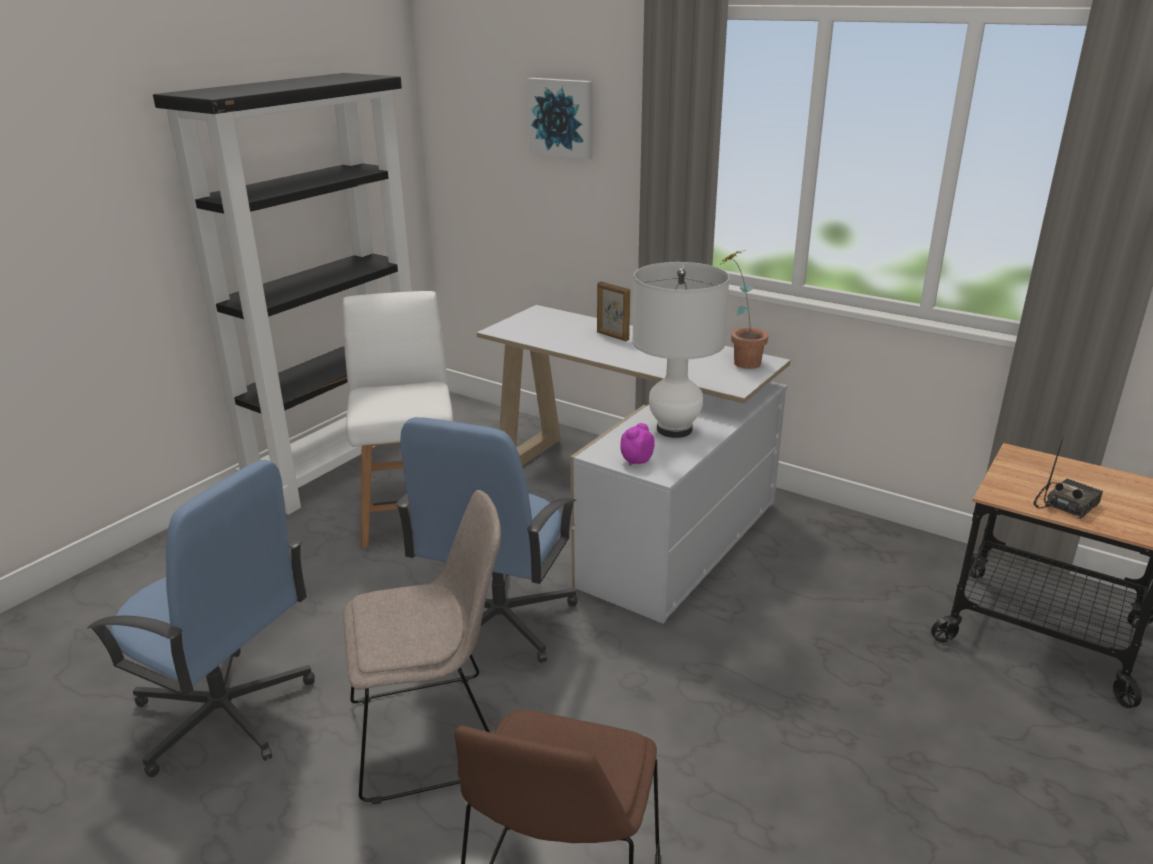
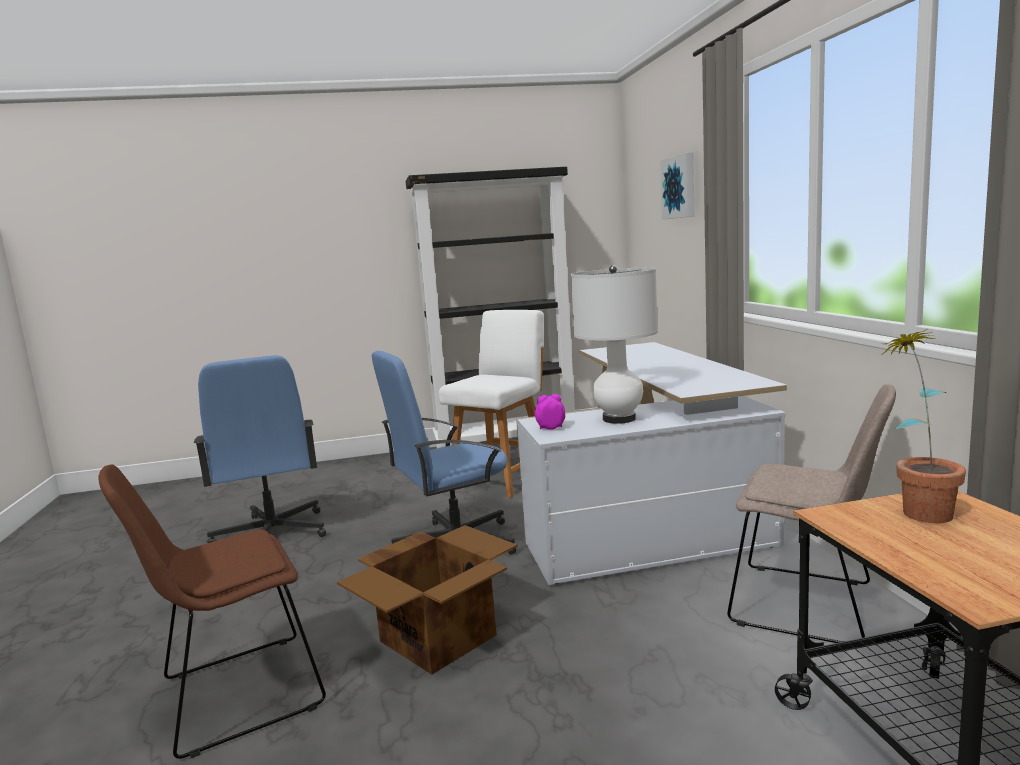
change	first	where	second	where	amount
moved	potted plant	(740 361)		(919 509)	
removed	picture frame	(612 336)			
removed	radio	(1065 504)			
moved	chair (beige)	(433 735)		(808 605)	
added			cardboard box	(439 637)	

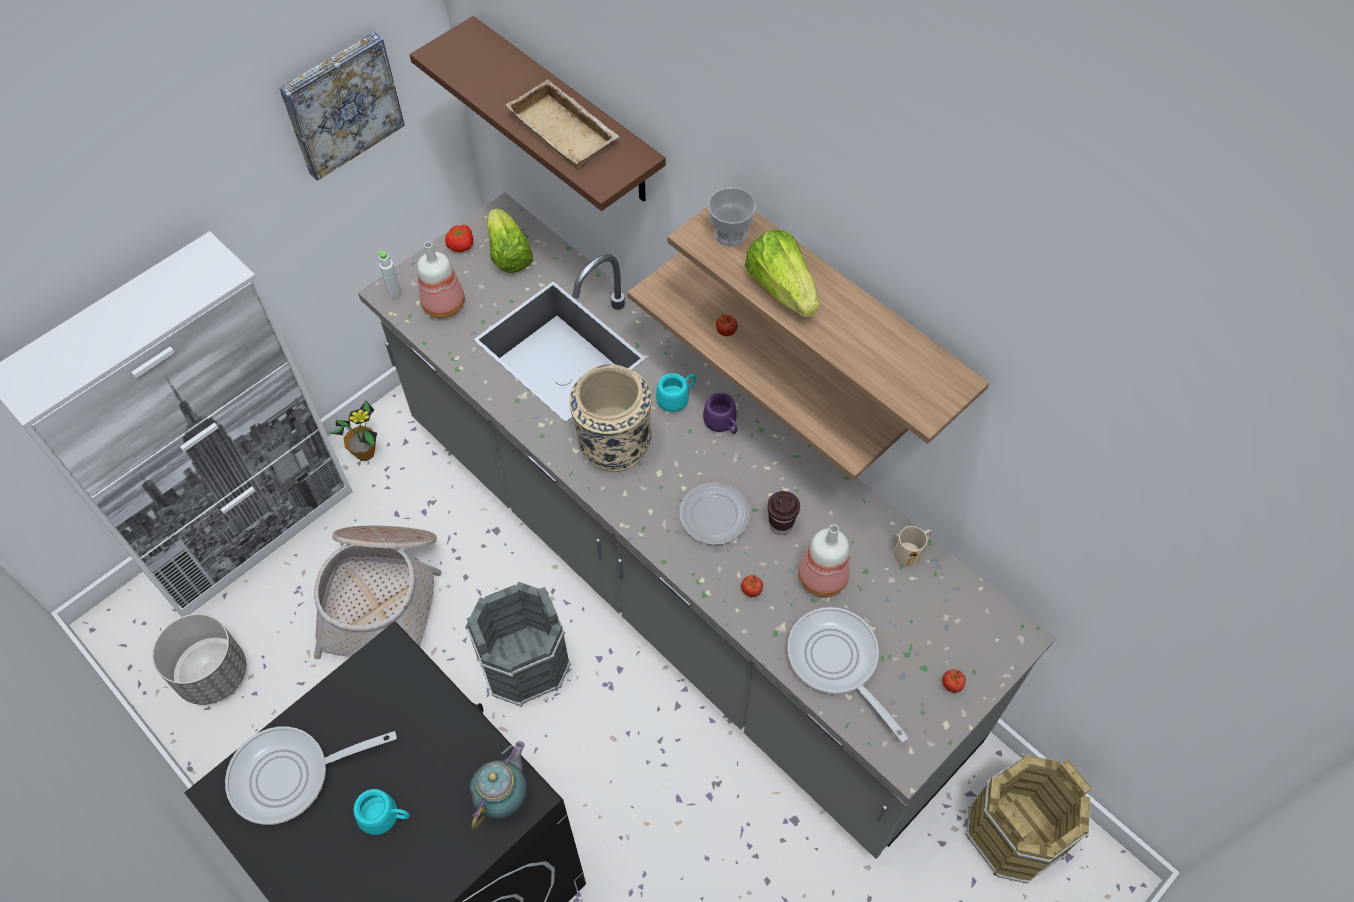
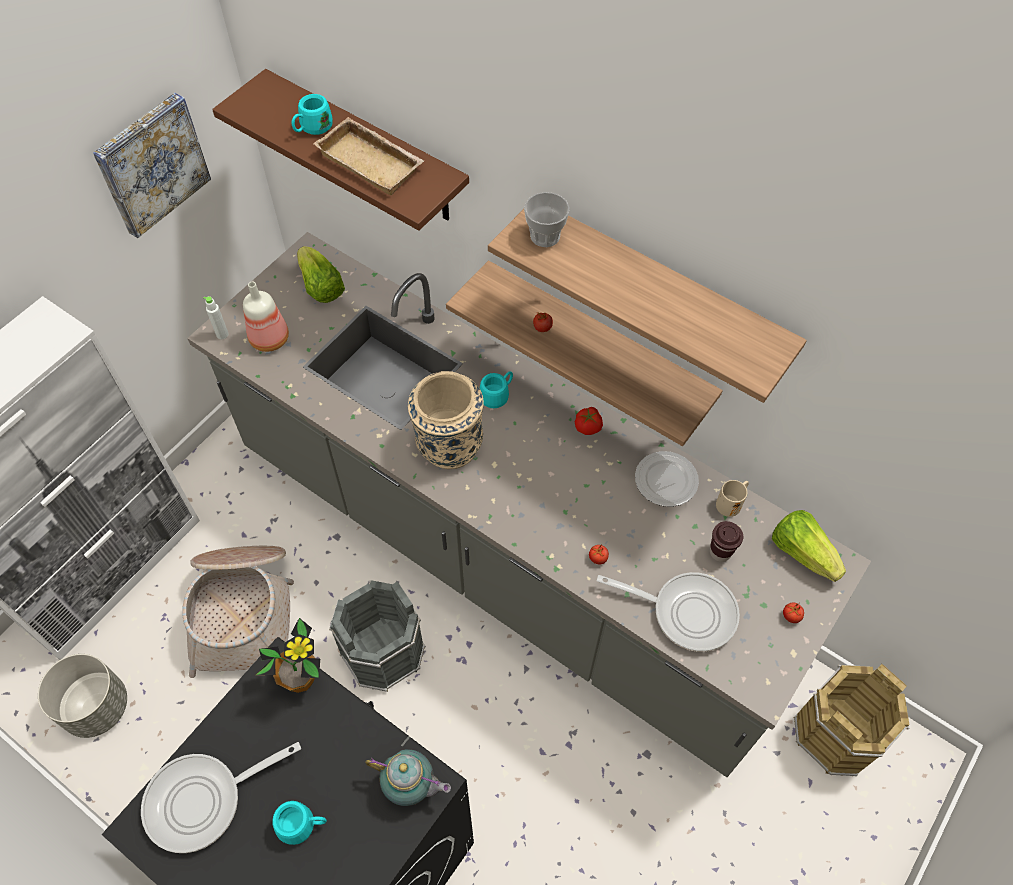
change	first	where	second	where	amount
moved	tomato	(461 245)		(588 426)	
moved	lettuce	(781 289)		(802 553)	
removed	mug (purple)	(723 424)			
moved	potted plant	(365 453)		(300 680)	
moved	plate	(713 516)		(665 481)	
moved	cup (brown)	(780 525)		(720 552)	
removed	bottle	(822 579)			
turned	frying pan	(837 662)		(686 612)	150 degrees clockwise
turned	teapot	(504 796)		(411 786)	90 degrees clockwise
added			mug (turquoise)	(312 129)	

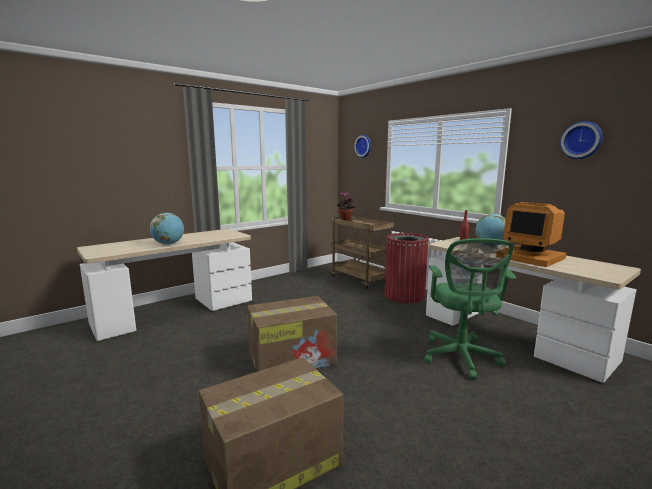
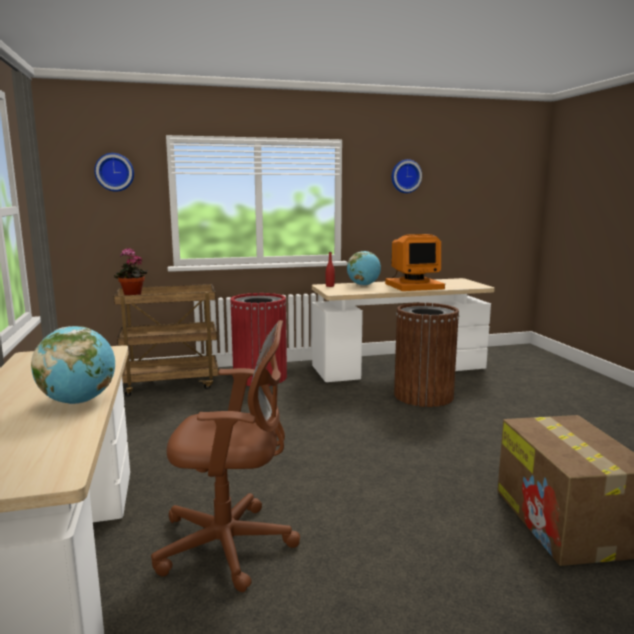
change	first	where	second	where	amount
replaced	office chair (green)	(461 358)	trash can (brown)	(423 396)	
removed	cardboard box	(293 358)			
added			office chair (brown)	(231 545)	

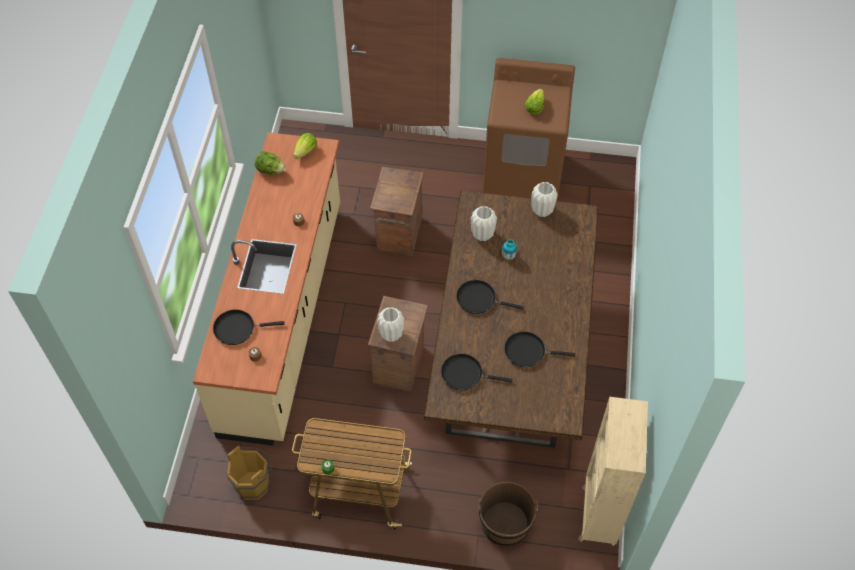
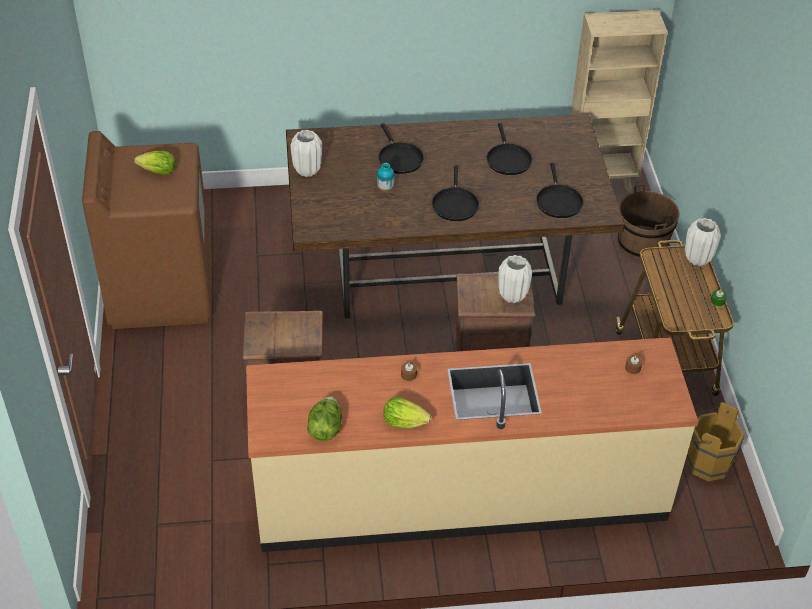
change	first	where	second	where	amount
moved	lettuce	(306 151)		(404 422)	
moved	vase (white)	(483 235)		(697 259)	
moved	frying pan (black)	(237 328)		(399 158)	

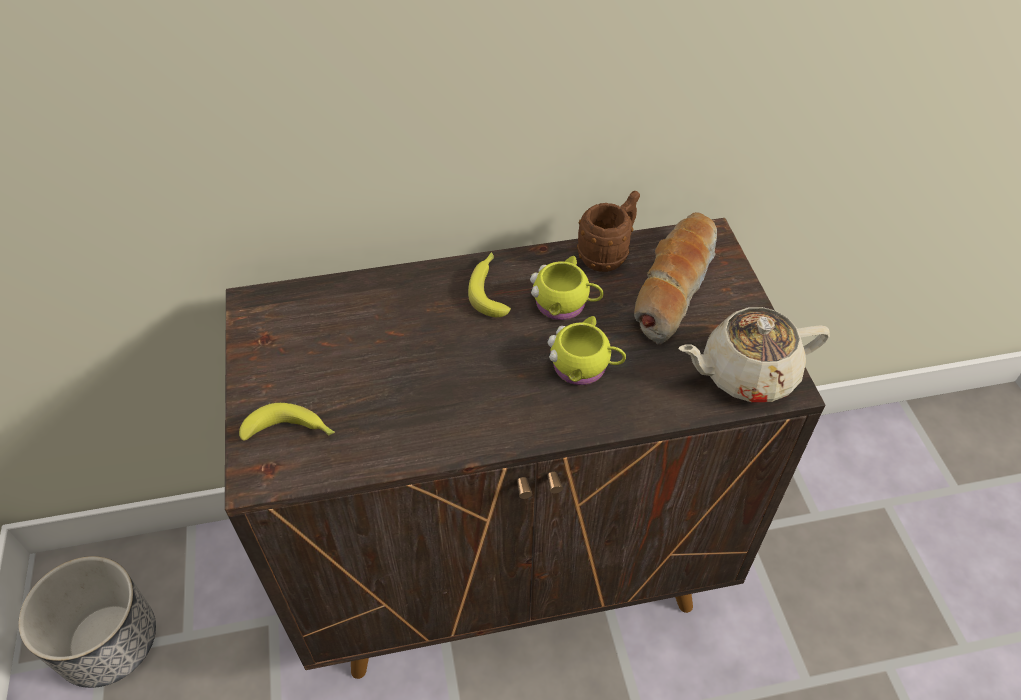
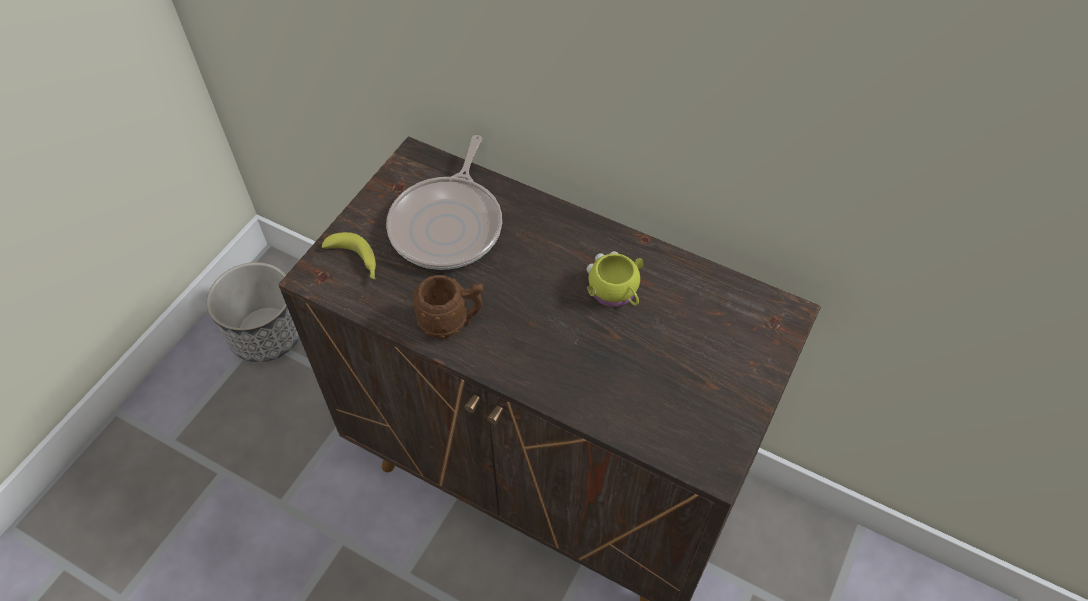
change	first	where	second	where	amount
moved	mug (brown)	(608 254)		(452 322)	
removed	bread	(673 286)			
removed	banana	(490 289)			
removed	teapot (beige)	(746 374)			
removed	mug (yellow)	(584 367)			
added			frying pan	(449 225)	

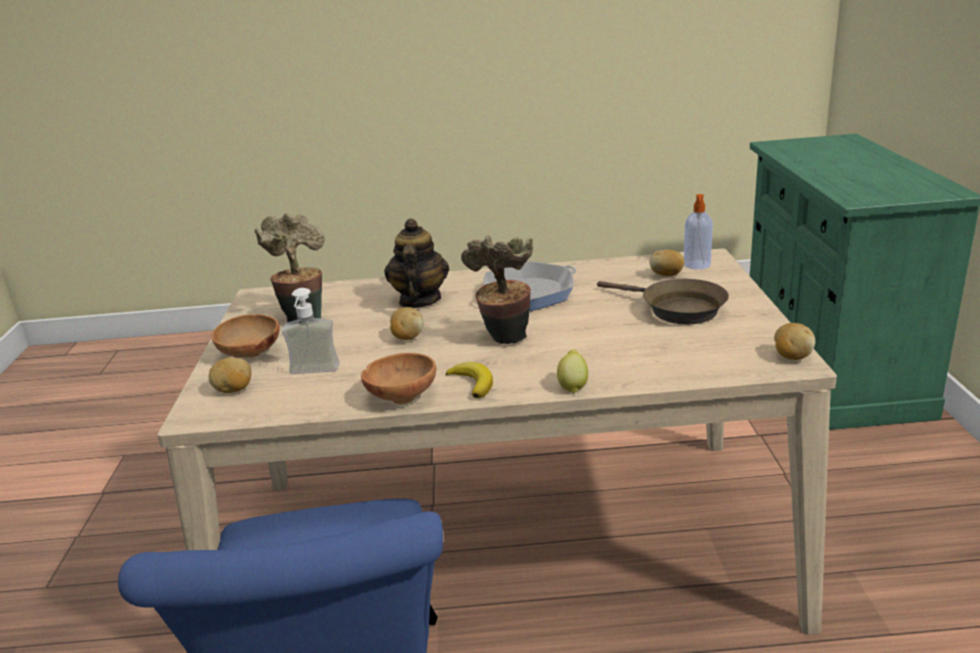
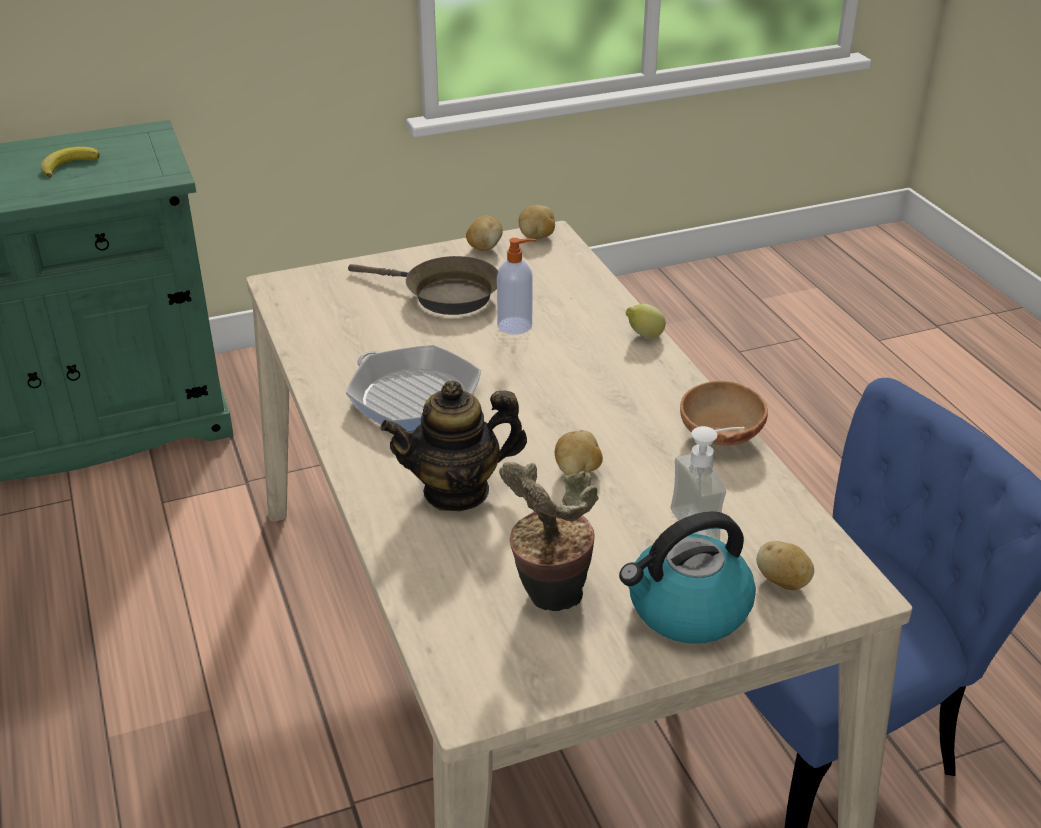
change	first	where	second	where	amount
moved	soap dispenser	(697 265)		(516 325)	
removed	potted plant	(505 340)			
moved	potato	(666 275)		(484 247)	
turned	frying pan (brown)	(676 309)		(444 295)	90 degrees clockwise
replaced	bowl (brown)	(249 355)	kettle	(687 609)	
moved	banana	(473 383)		(68 165)	

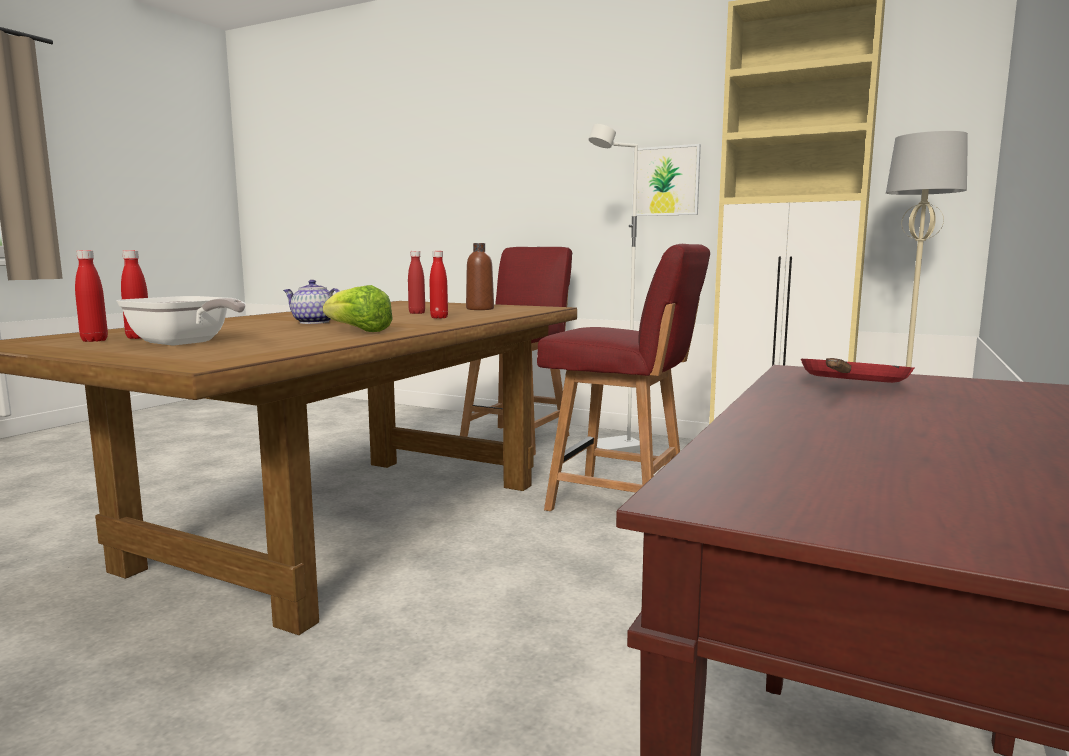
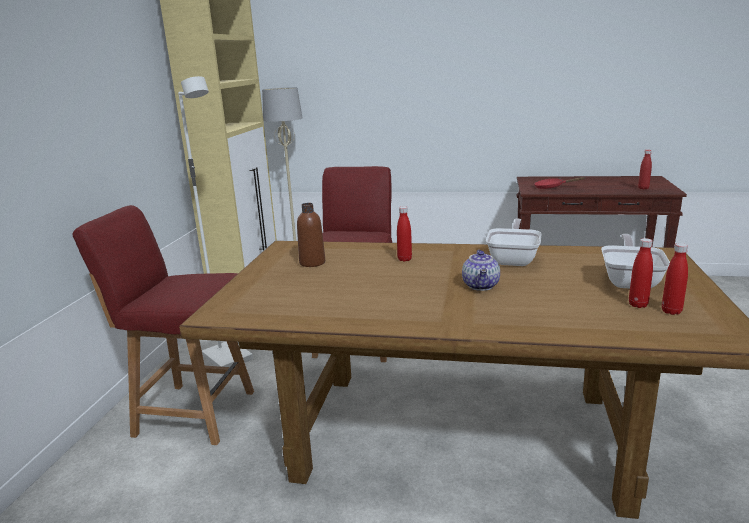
change	first	where	second	where	amount
removed	picture	(666 181)			
moved	bottle (red)	(417 313)		(643 188)	
replaced	lettuce	(358 331)	frying pan	(513 259)	

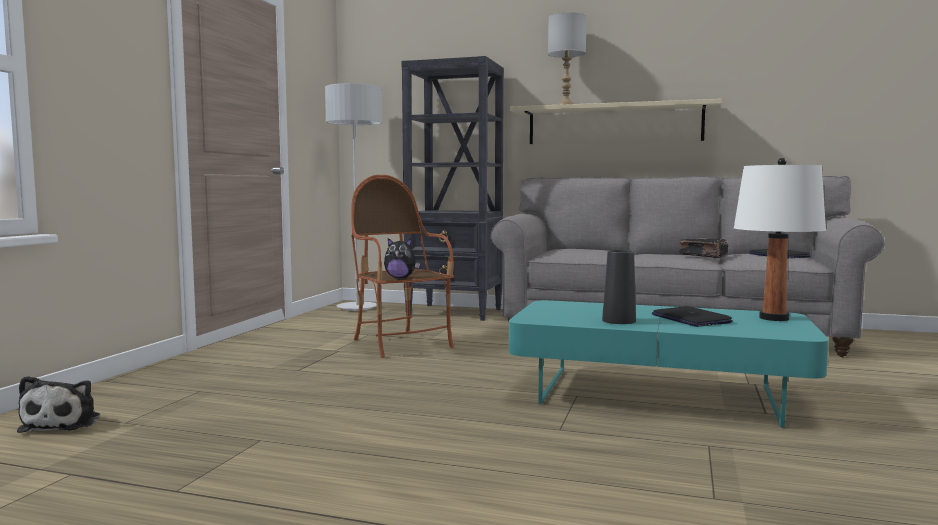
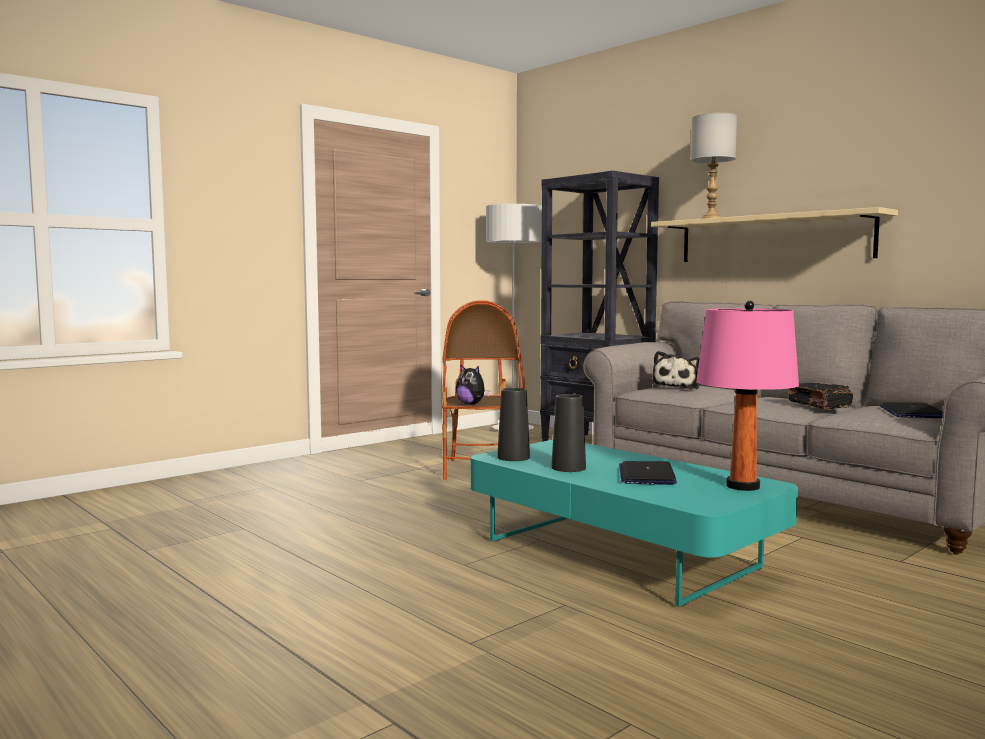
change	first	where	second	where	amount
recoloured	table lamp (white)	(773 318)	table lamp (pink)	(742 486)	
moved	plush toy	(63 423)		(677 387)	
added			vase (black)	(513 457)	

